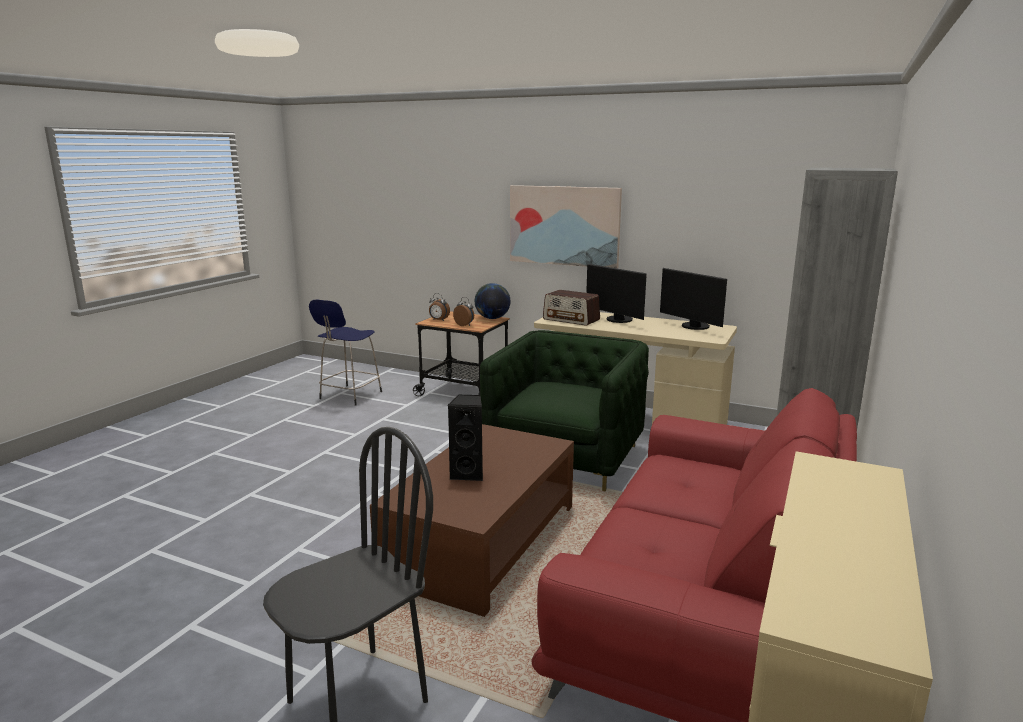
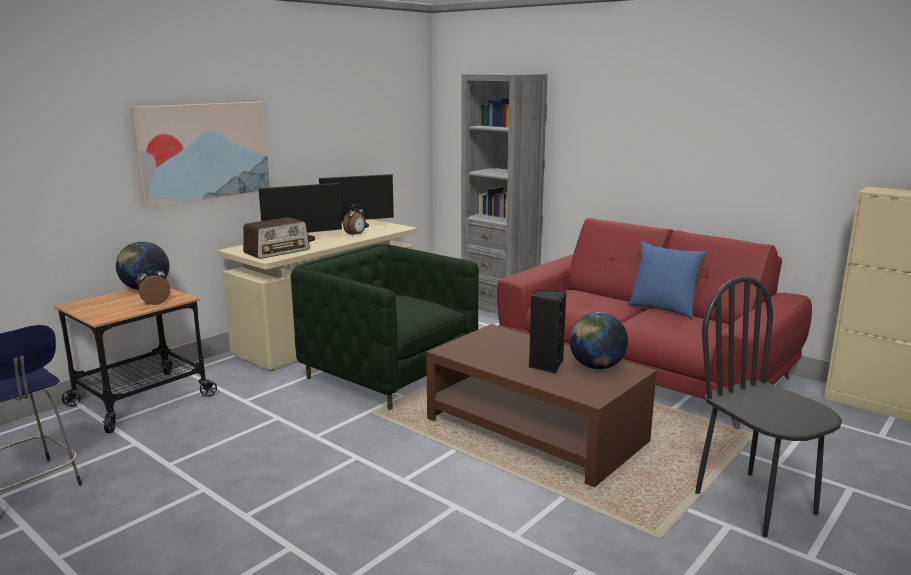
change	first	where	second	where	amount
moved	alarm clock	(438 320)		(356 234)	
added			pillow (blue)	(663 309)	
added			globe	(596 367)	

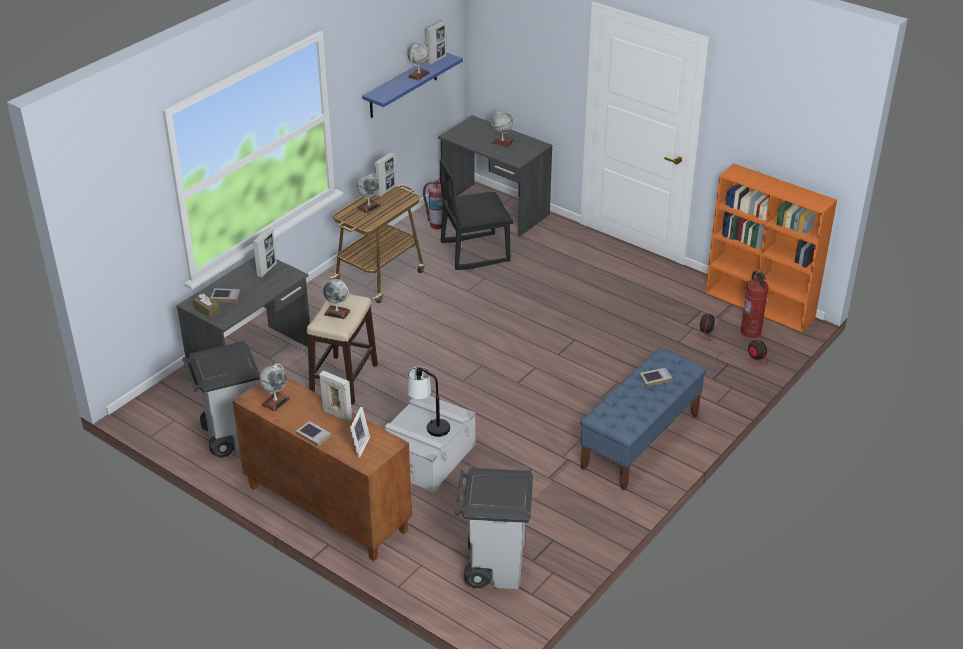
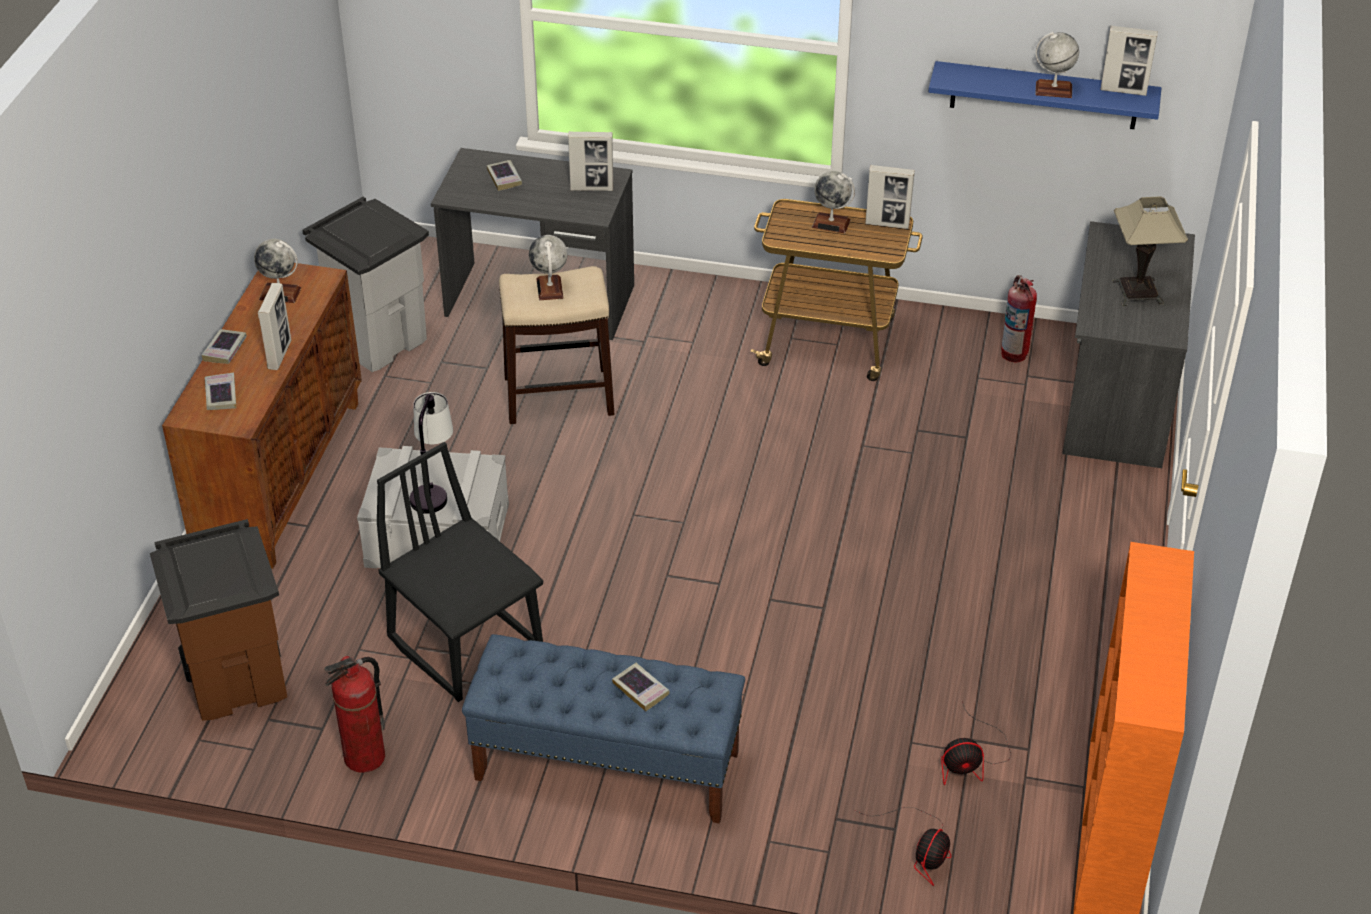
change	first	where	second	where	amount
replaced	globe	(502 142)	table lamp	(1138 292)	
moved	chair (black)	(475 251)		(467 643)	
moved	fire extinguisher	(750 332)		(364 757)	
removed	tissue box (brown)	(207 310)			
replaced	picture frame	(358 446)	book	(221 395)	
recoloured	trash can (grey)	(494 566)	trash can (brown)	(238 680)	

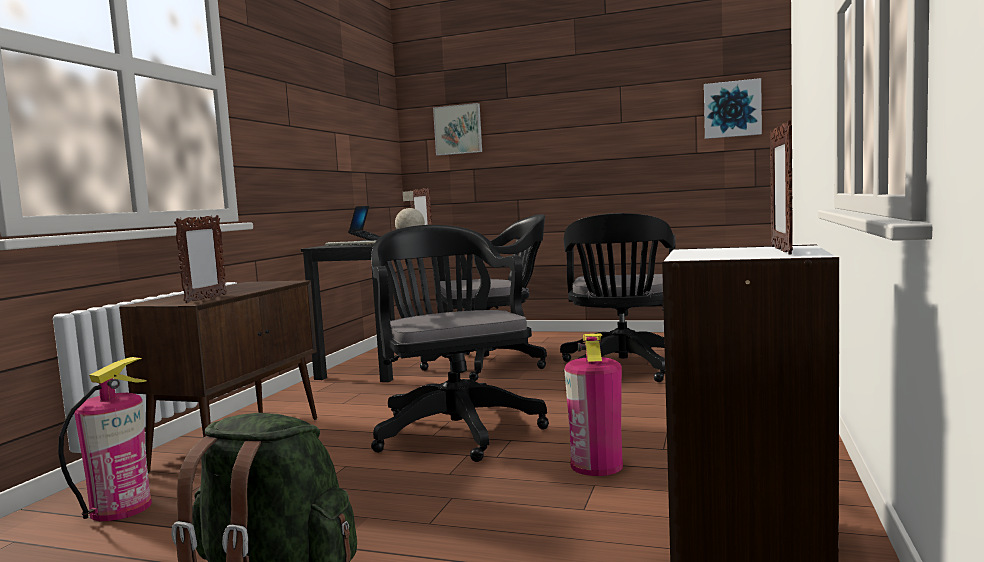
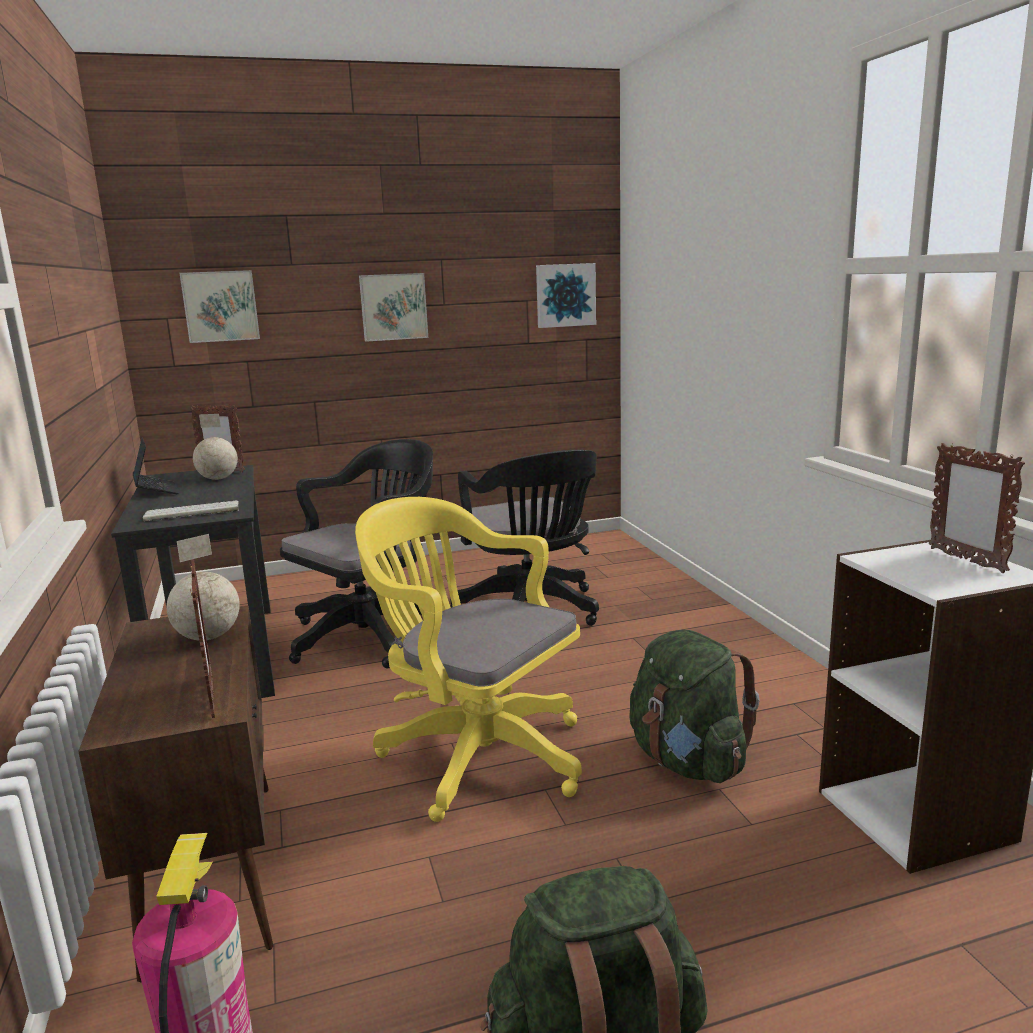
change	first	where	second	where	amount
recoloured	office chair (black)	(454 429)	office chair (yellow)	(475 753)	
replaced	fire extinguisher	(597 465)	backpack (green)	(688 761)	
added			picture	(393 307)	
added			globe	(207 637)	

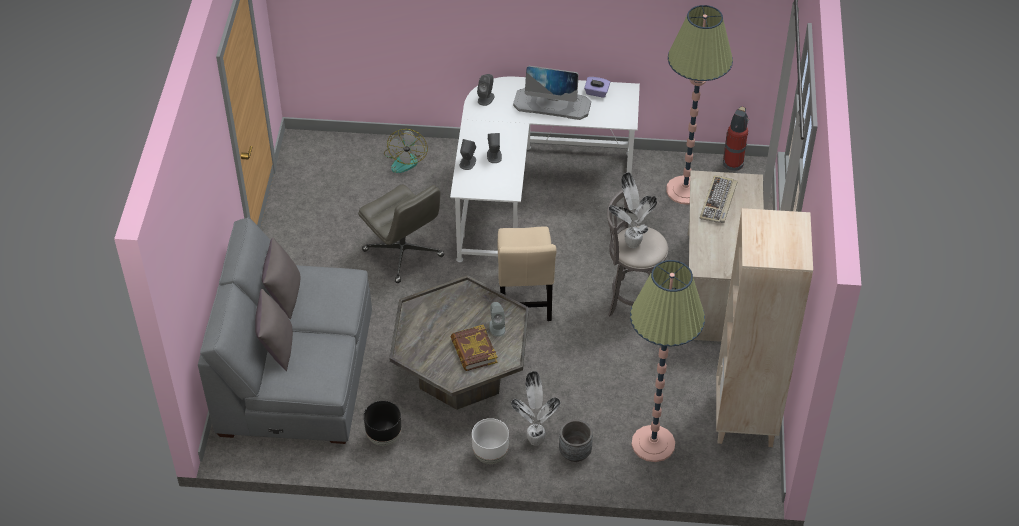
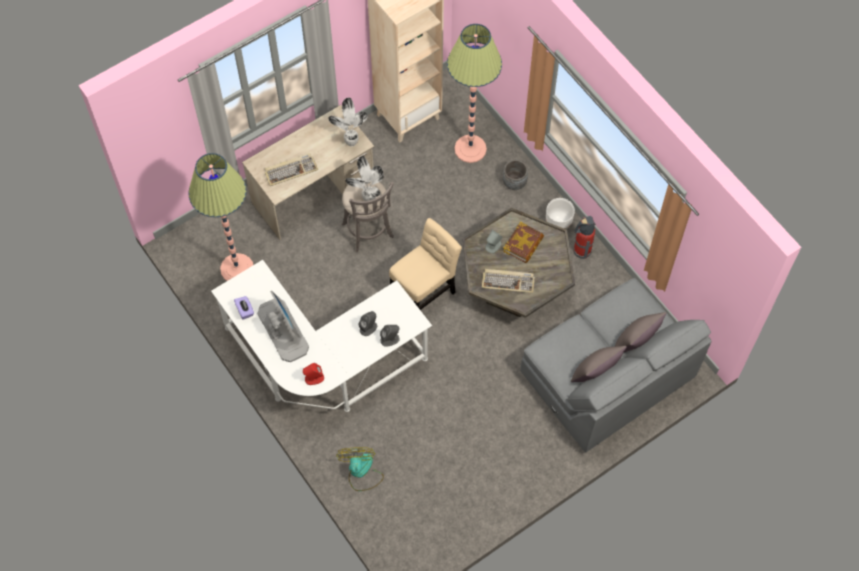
change	first	where	second	where	amount
recoloured	speaker (grey)	(486 98)	speaker (red)	(314 378)	
moved	fire extinguisher	(733 163)		(581 250)	
turned	fan	(405 159)		(361 472)	60 degrees counterclockwise
removed	office chair (grey)	(404 253)			
moved	potted plant	(535 439)		(350 143)	
removed	planter (black)	(383 437)			
added			keyboard	(508 281)	

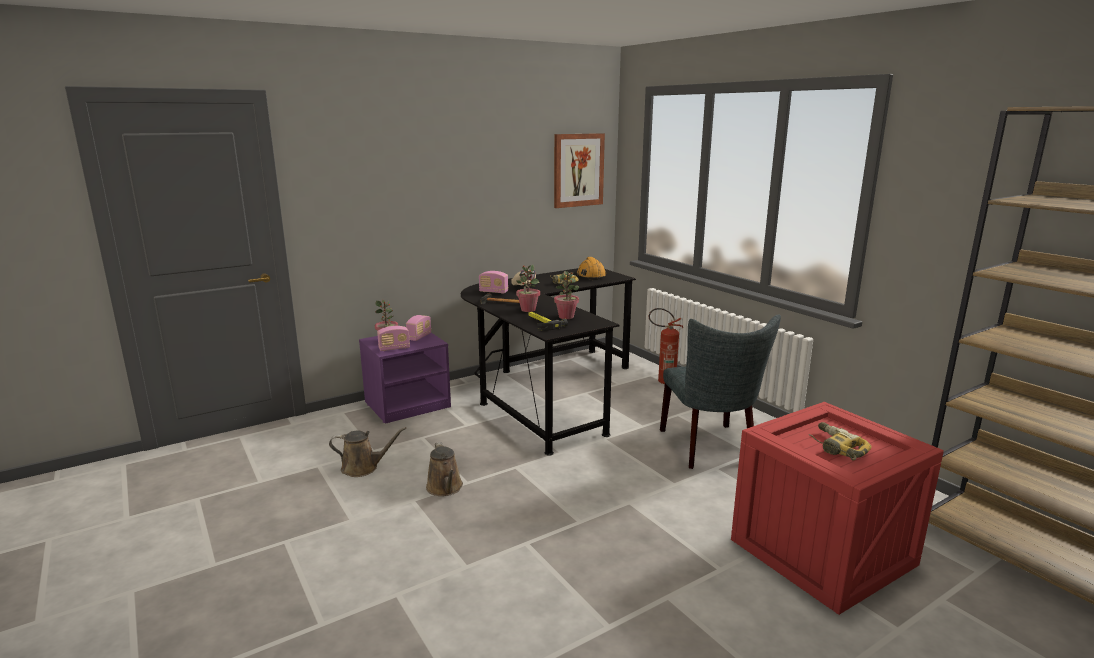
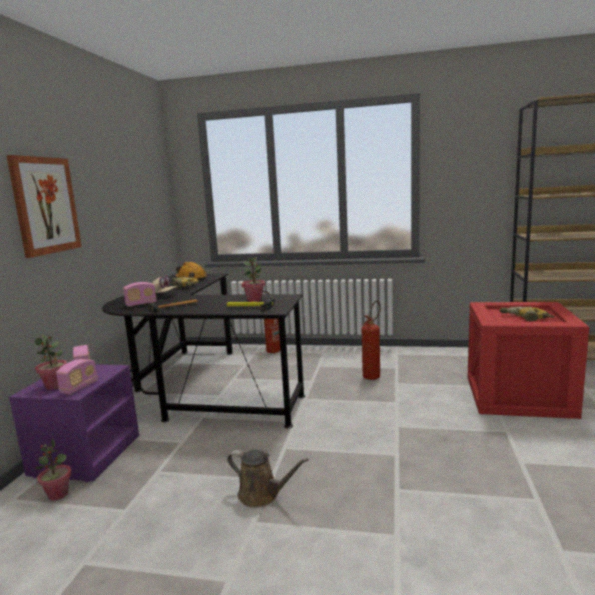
change	first	where	second	where	amount
moved	picture	(578 170)		(45 205)	
moved	potted plant	(528 310)		(58 494)	
replaced	chair (grey)	(710 449)	fire extinguisher	(373 375)	
removed	watering can (brown)	(363 468)			

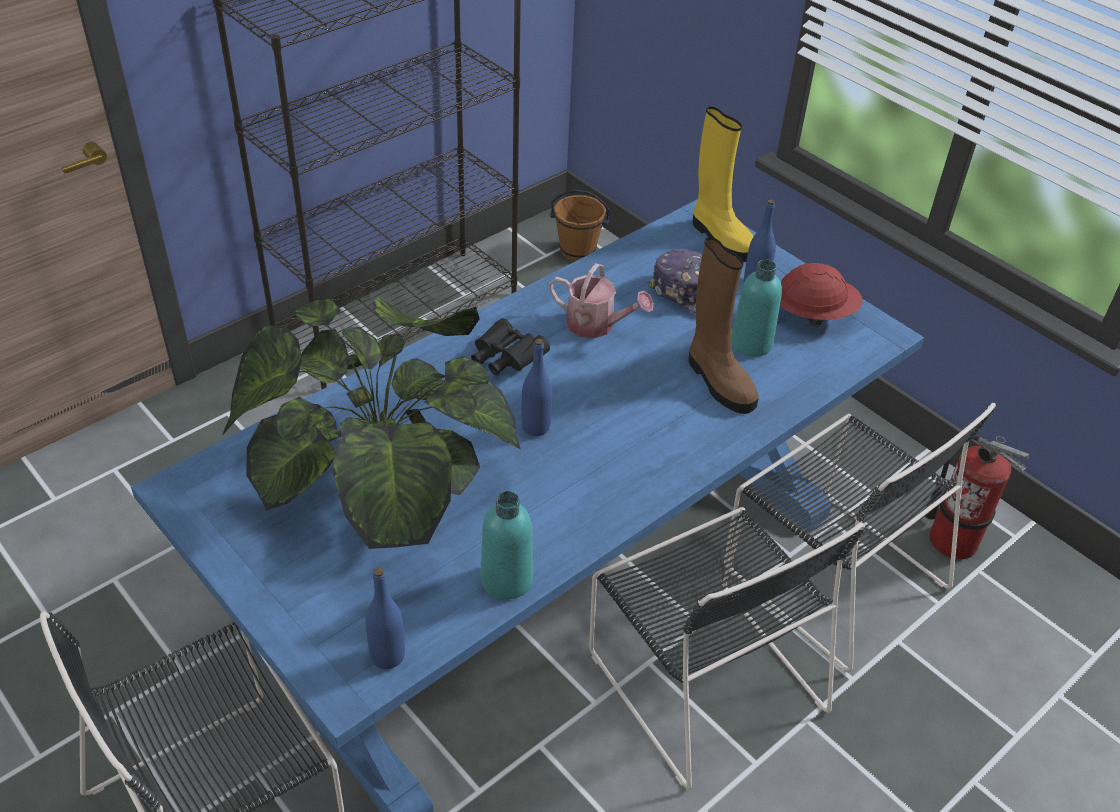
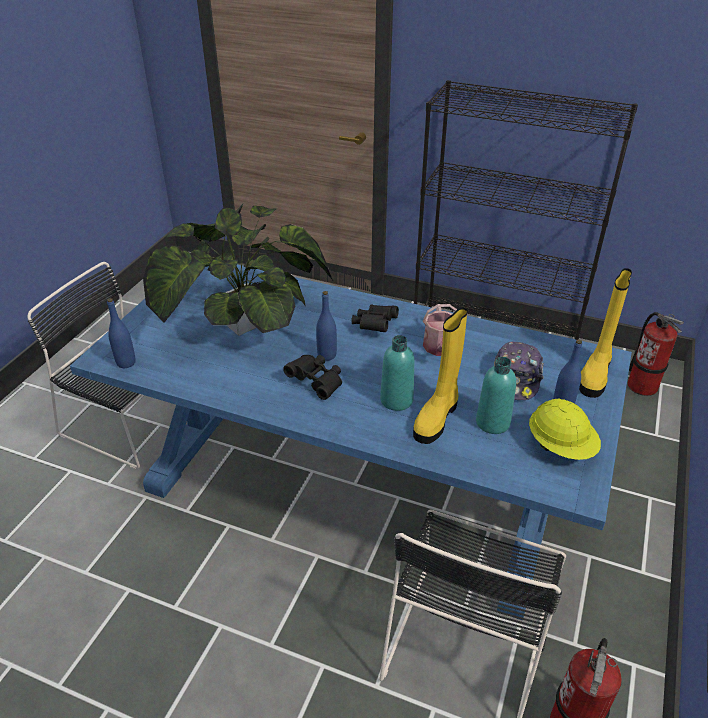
change	first	where	second	where	amount
replaced	bucket (brown)	(577 251)	fire extinguisher	(642 386)	
recoloured	boot (brown)	(718 381)	boot (yellow)	(437 418)	
recoloured	hard hat (red)	(813 314)	hard hat (yellow)	(561 446)	
moved	bottle (turquoise)	(506 579)		(396 400)	
removed	chair (black)	(702 675)			
added			binoculars (black)	(317 382)	

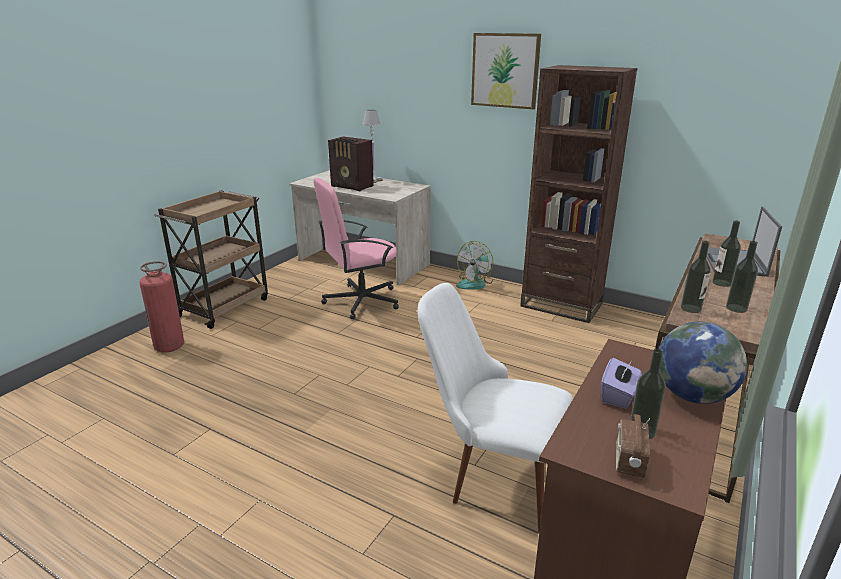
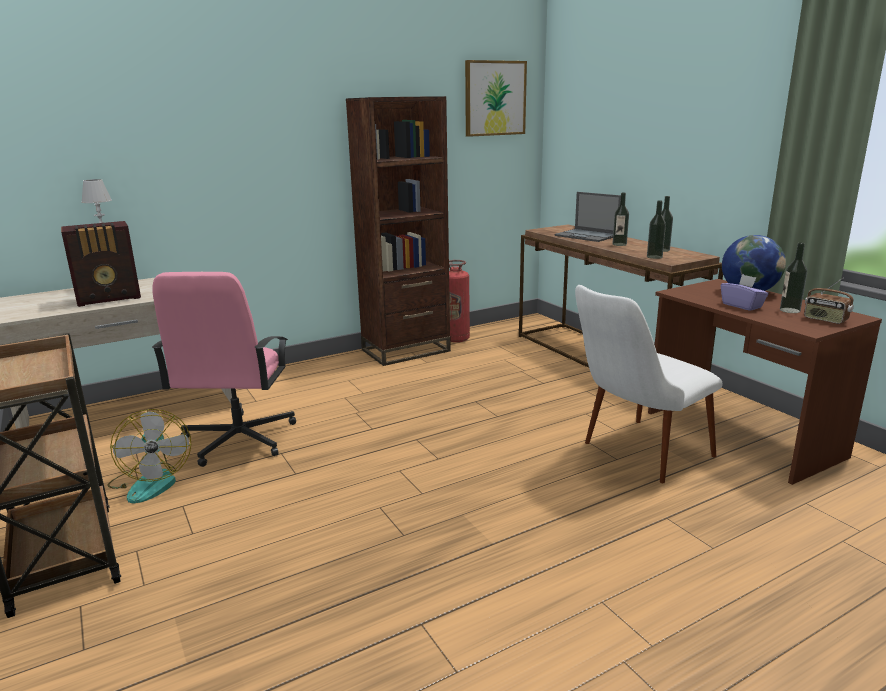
change	first	where	second	where	amount
moved	picture	(505 70)		(495 98)	
moved	fan	(475 283)		(151 482)	
moved	fire extinguisher	(169 346)		(456 339)	

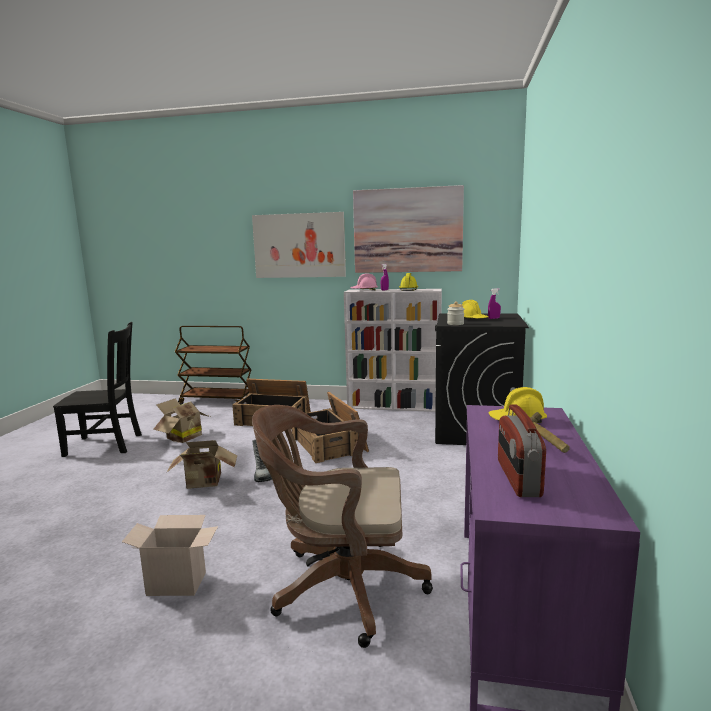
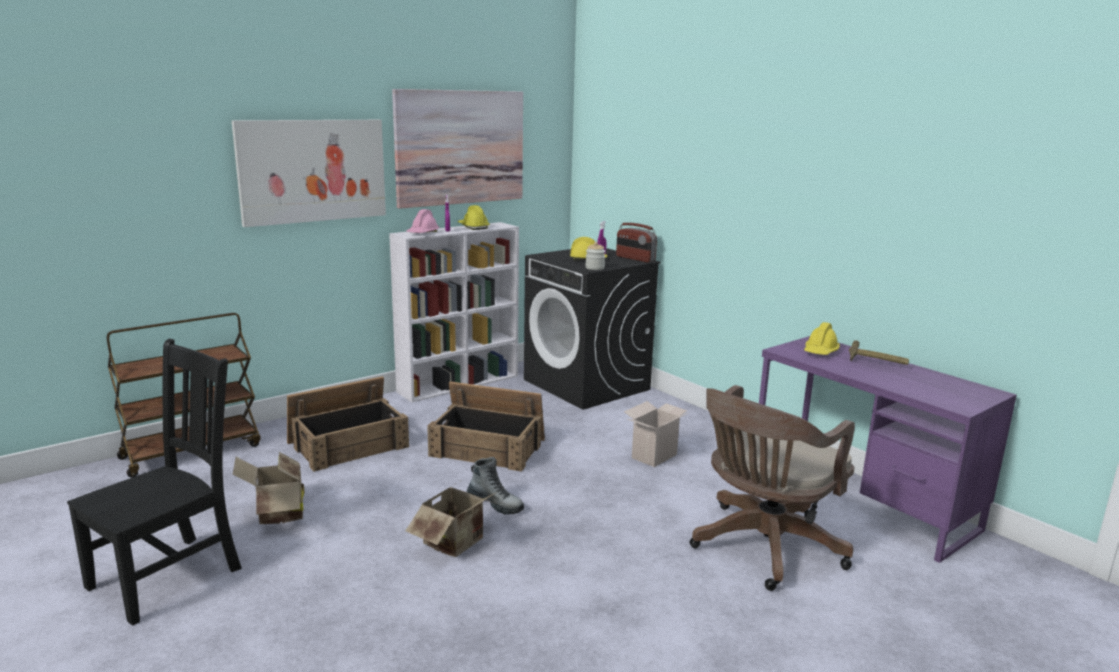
change	first	where	second	where	amount
moved	radio	(517 478)		(635 259)	
moved	cardboard box	(178 583)		(654 455)	

